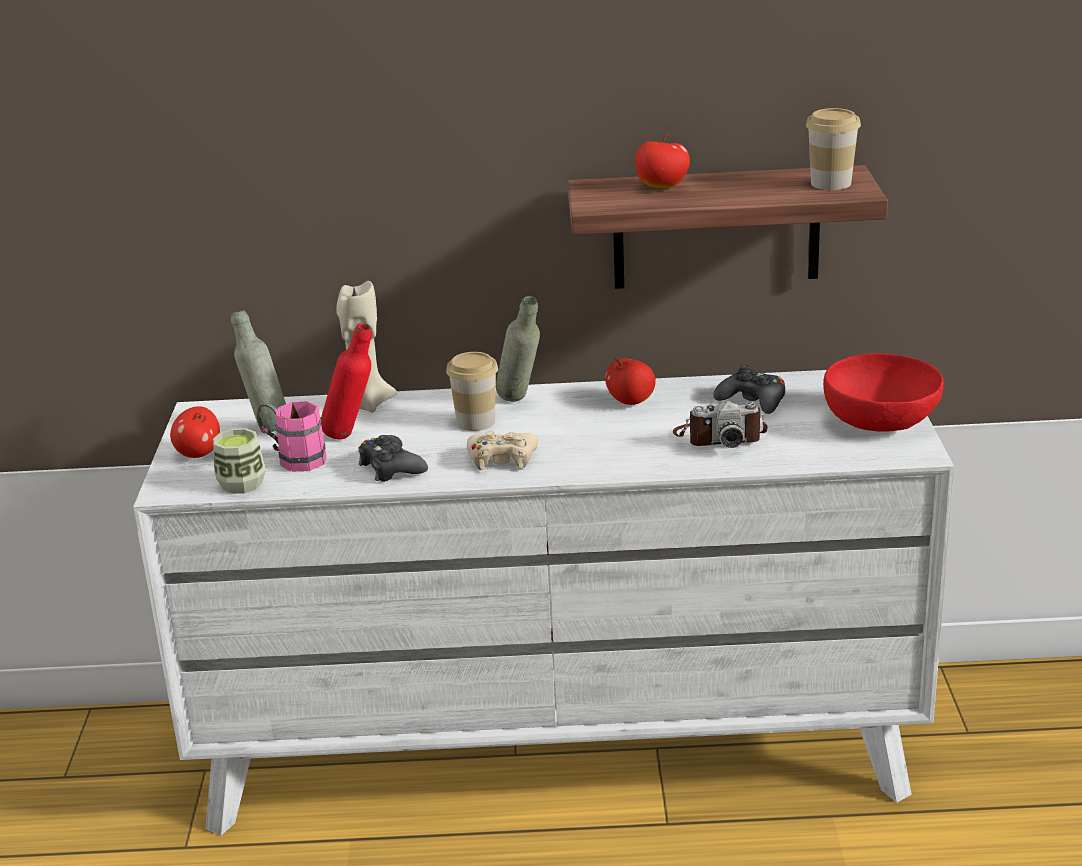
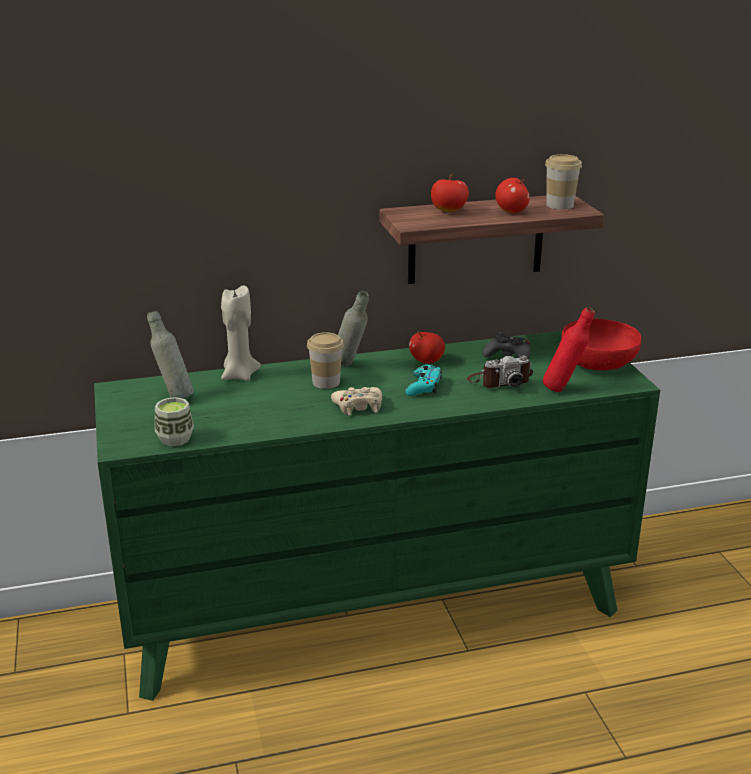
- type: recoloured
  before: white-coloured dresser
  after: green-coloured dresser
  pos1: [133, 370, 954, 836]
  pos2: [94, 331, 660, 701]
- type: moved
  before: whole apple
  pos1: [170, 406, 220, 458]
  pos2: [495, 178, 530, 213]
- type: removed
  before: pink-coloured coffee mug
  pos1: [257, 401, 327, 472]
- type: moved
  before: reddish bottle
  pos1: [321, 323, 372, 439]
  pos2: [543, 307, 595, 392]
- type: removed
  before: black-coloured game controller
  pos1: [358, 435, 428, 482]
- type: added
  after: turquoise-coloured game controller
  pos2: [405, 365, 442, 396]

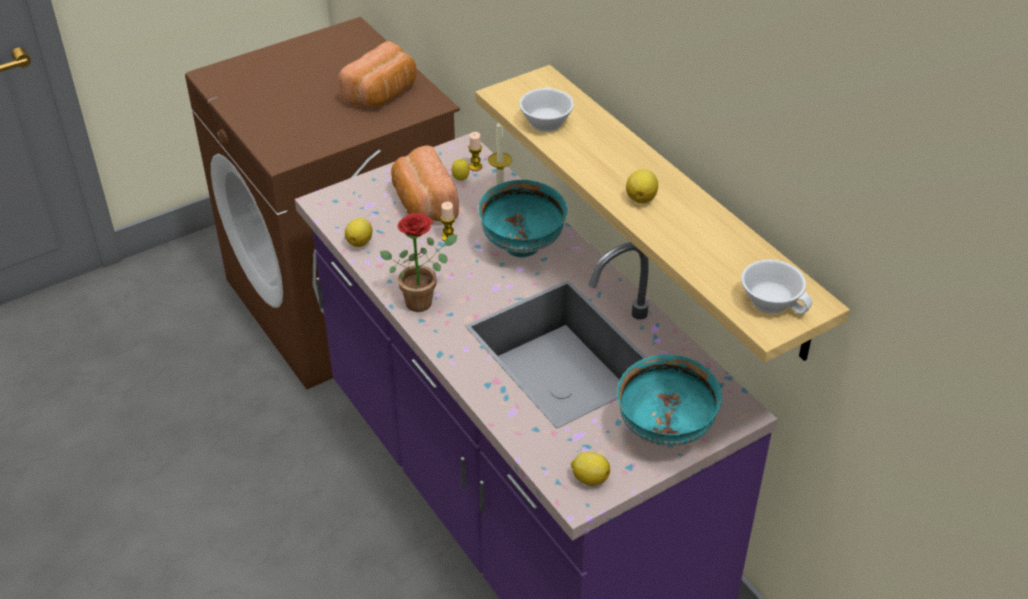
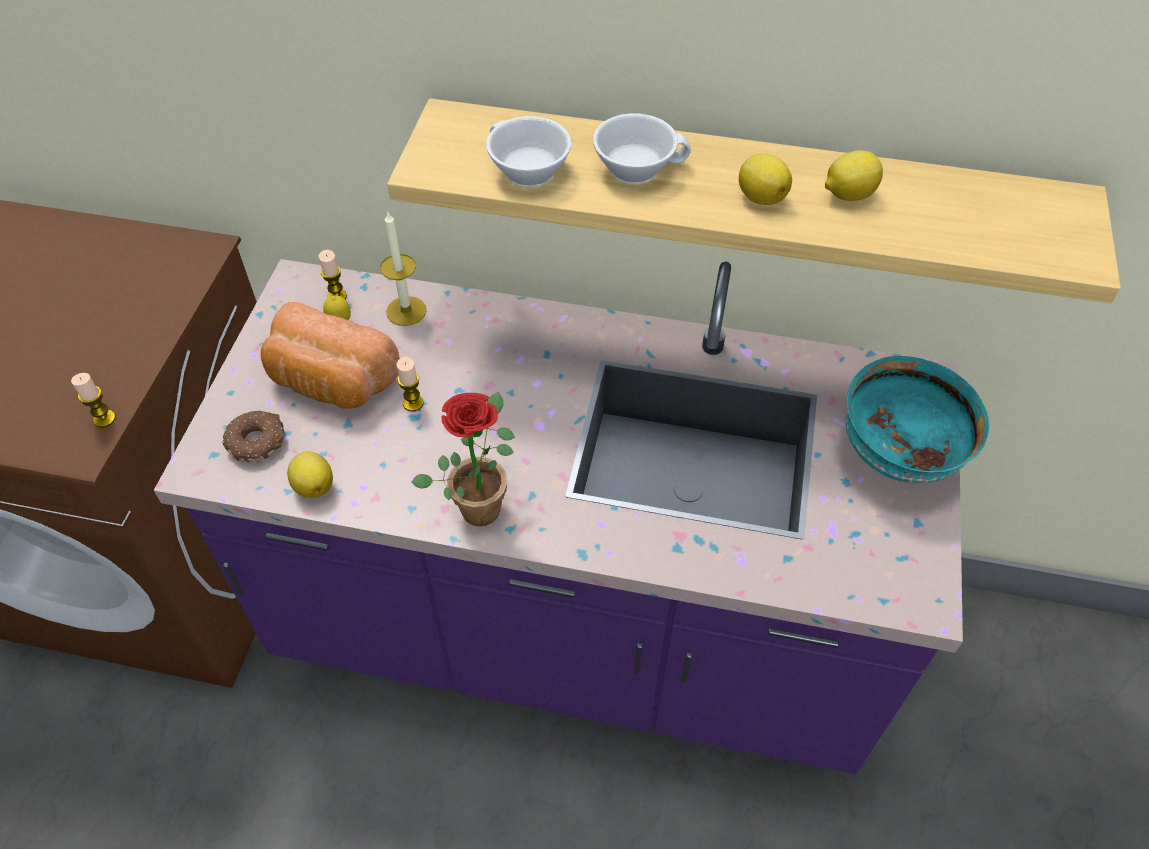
- type: removed
  before: baked bread
  pos1: [339, 41, 416, 107]
- type: removed
  before: turquoise-coloured serving bowl
  pos1: [478, 180, 567, 257]
- type: moved
  before: whole lemon
  pos1: [571, 452, 610, 486]
  pos2: [825, 150, 883, 201]
- type: moved
  before: white-coloured cup
  pos1: [741, 260, 812, 314]
  pos2: [593, 113, 691, 185]
- type: added
  after: wax light
  pos2: [71, 373, 116, 428]
- type: added
  after: ring doughnut
  pos2: [222, 410, 285, 462]

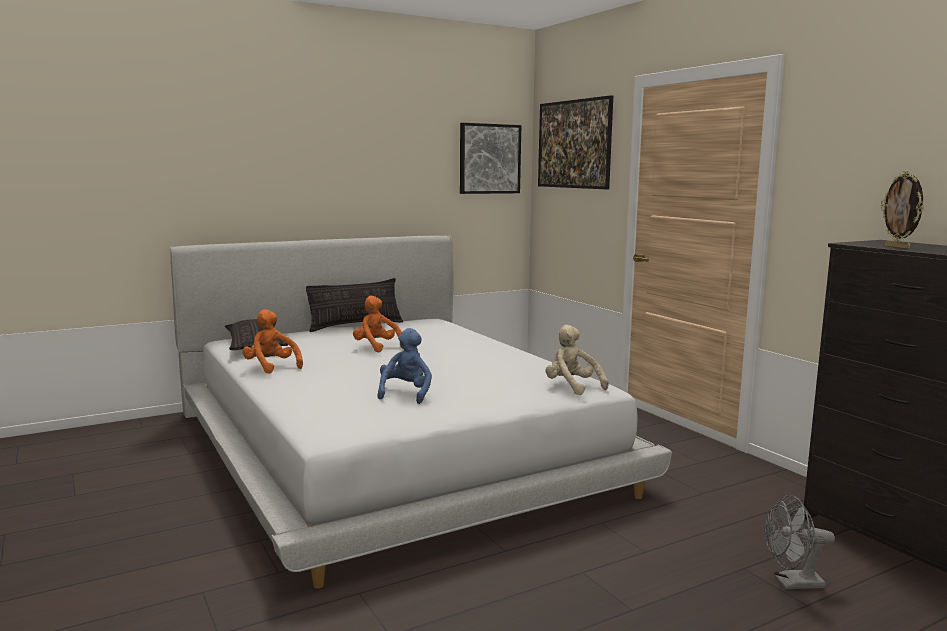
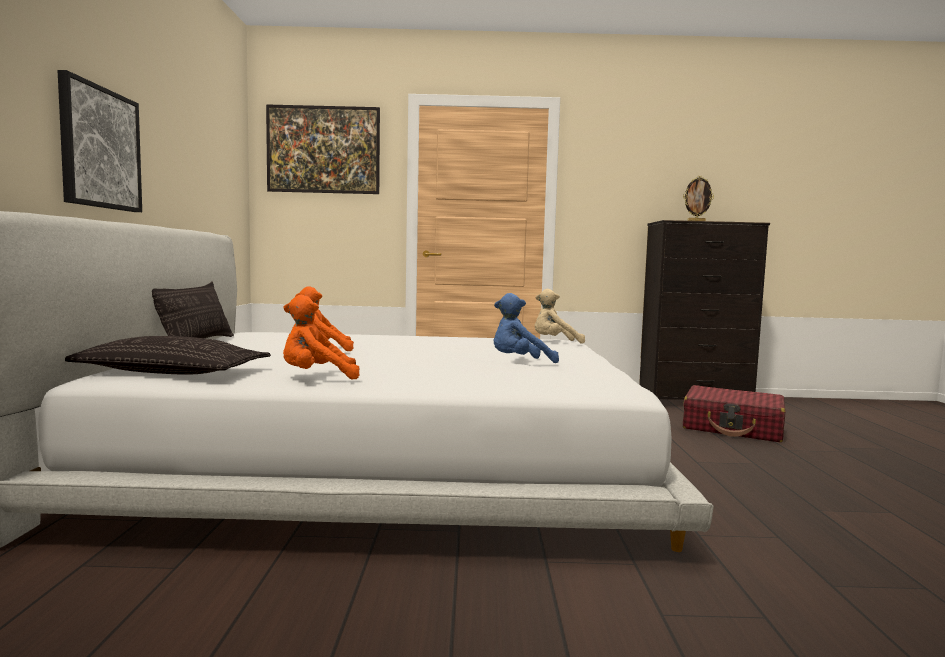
- type: turned
  before: bluish soft toy
  pos1: [377, 328, 432, 404]
  pos2: [493, 293, 559, 363]
  turn: -60
- type: moved
  before: wall picture
  pos1: [460, 123, 521, 194]
  pos2: [58, 70, 142, 212]
- type: replaced
  before: gray cooling fan
  after: reddish travel case
  pos1: [765, 495, 835, 589]
  pos2: [683, 385, 785, 442]

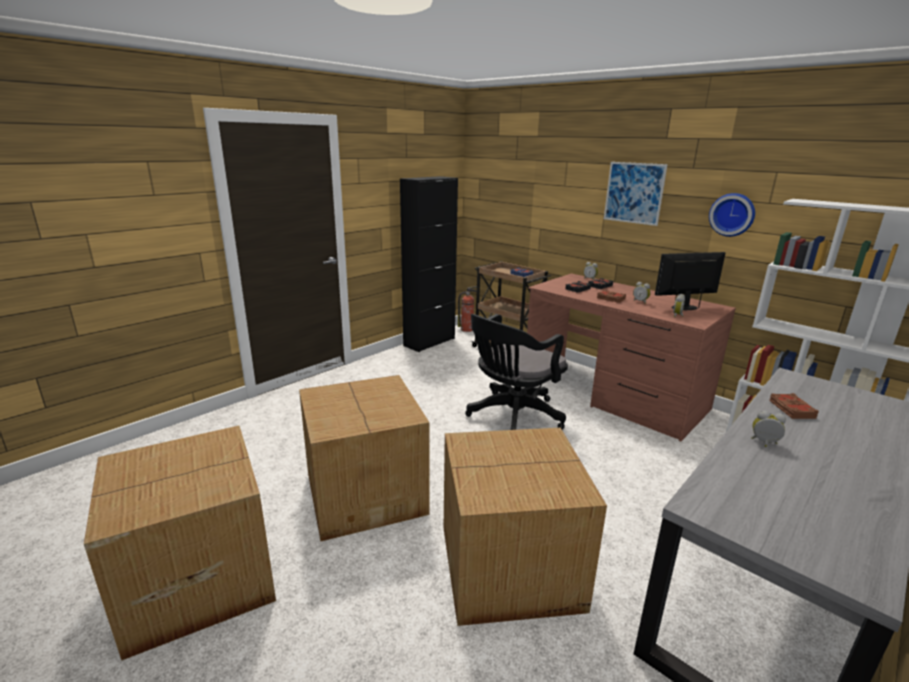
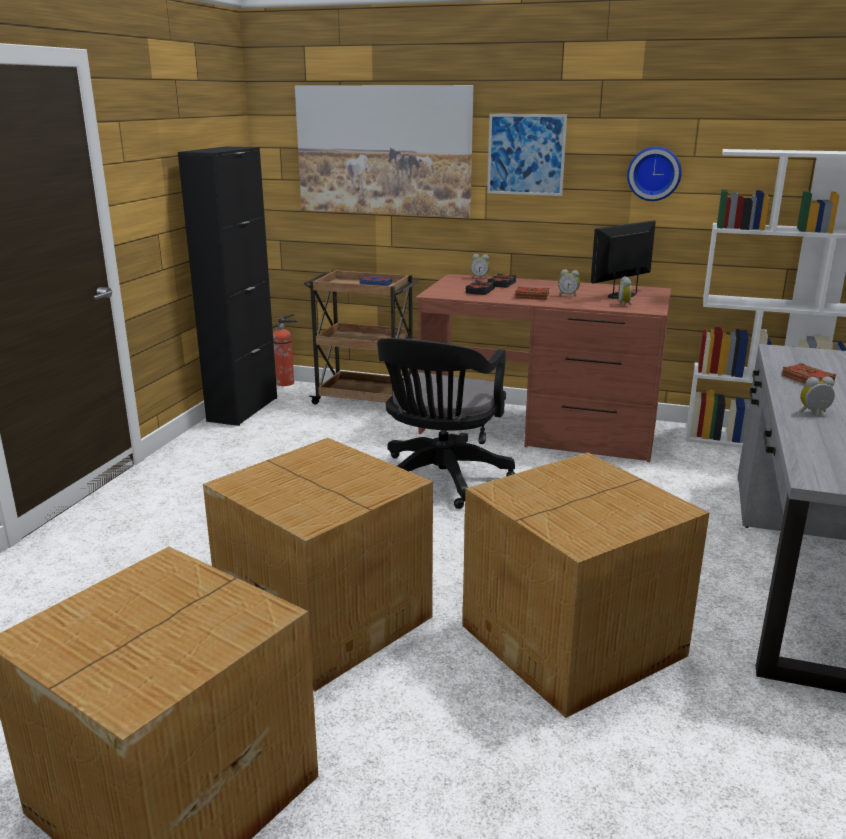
- type: added
  after: wall picture
  pos2: [295, 85, 473, 218]

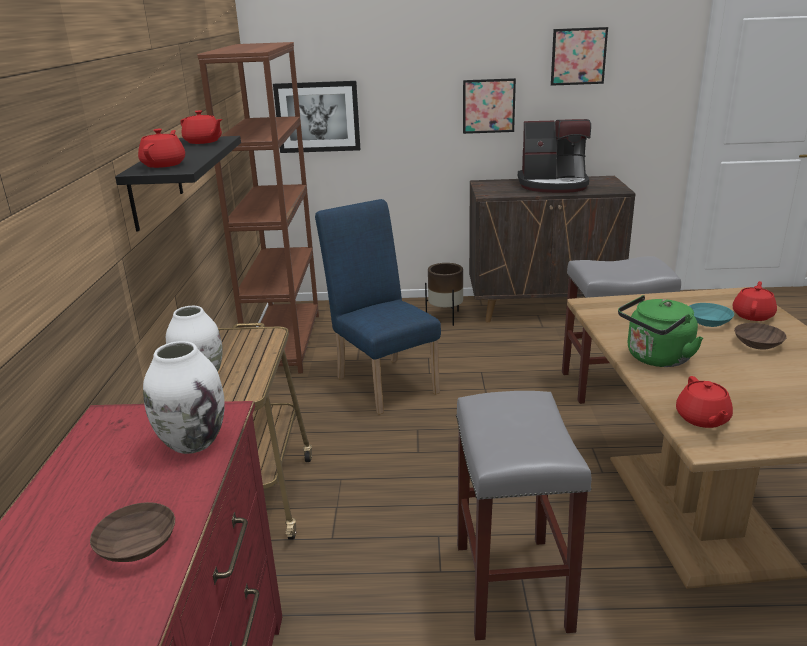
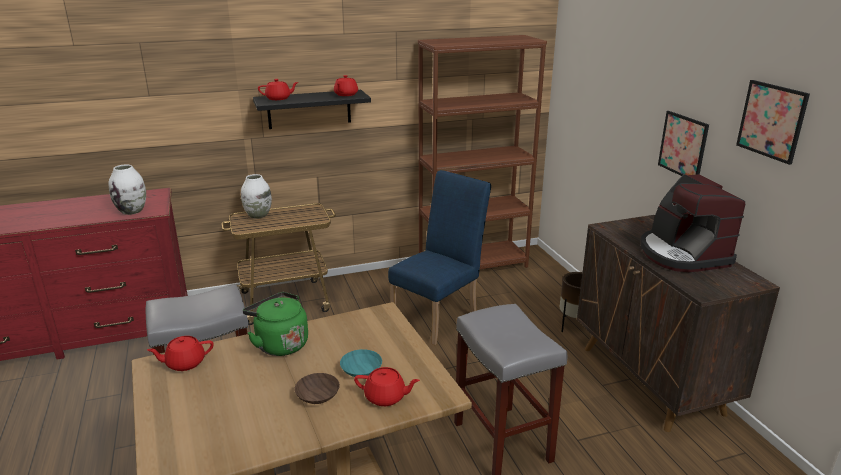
- type: removed
  before: brown serving bowl
  pos1: [90, 502, 175, 562]
- type: removed
  before: wall picture
  pos1: [273, 81, 360, 153]

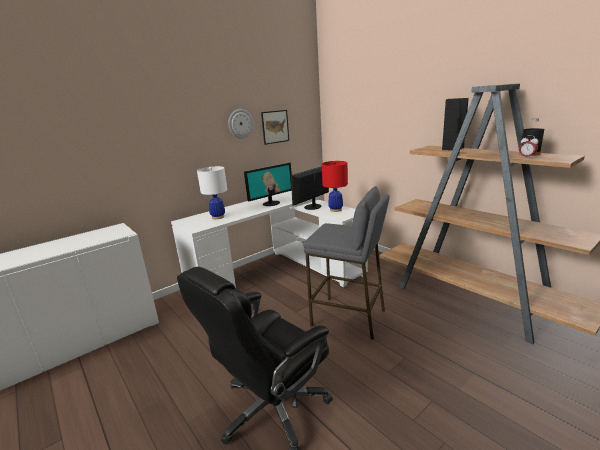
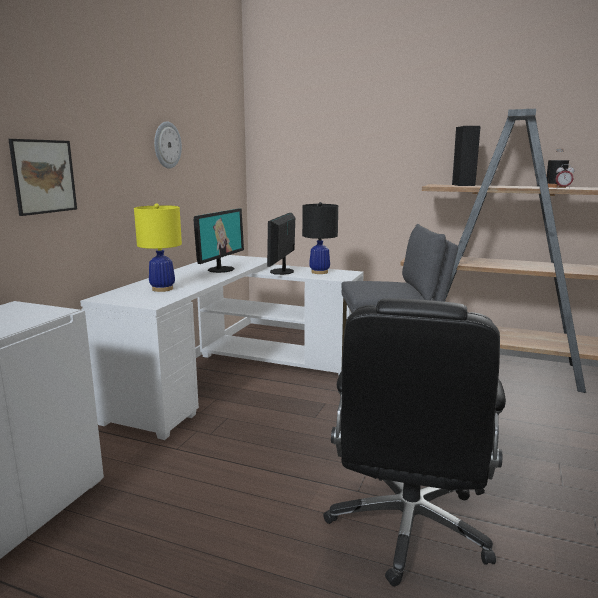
- type: recoloured
  before: white-coloured table lamp
  after: yellow table lamp
  pos1: [197, 166, 227, 219]
  pos2: [134, 204, 182, 292]
- type: moved
  before: wall picture
  pos1: [261, 110, 289, 145]
  pos2: [8, 139, 77, 216]
- type: recoloured
  before: reddish table lamp
  after: black-coloured table lamp
  pos1: [322, 161, 348, 212]
  pos2: [302, 202, 338, 274]

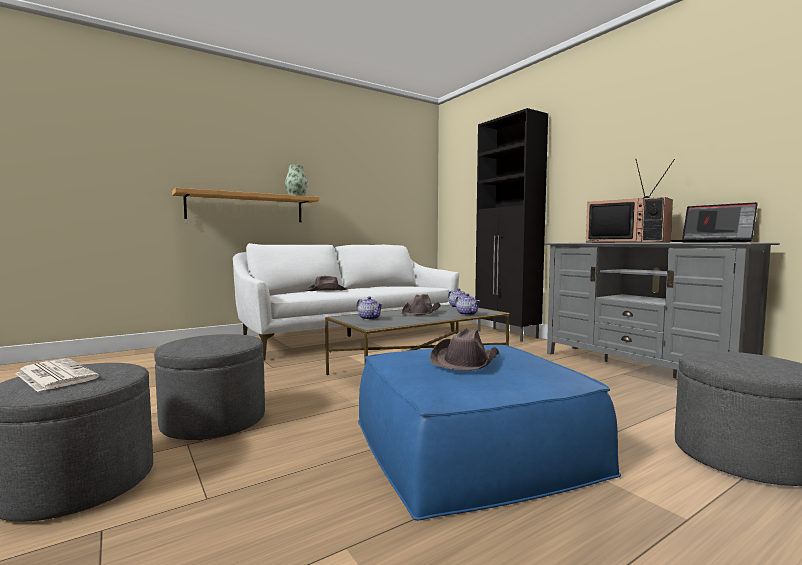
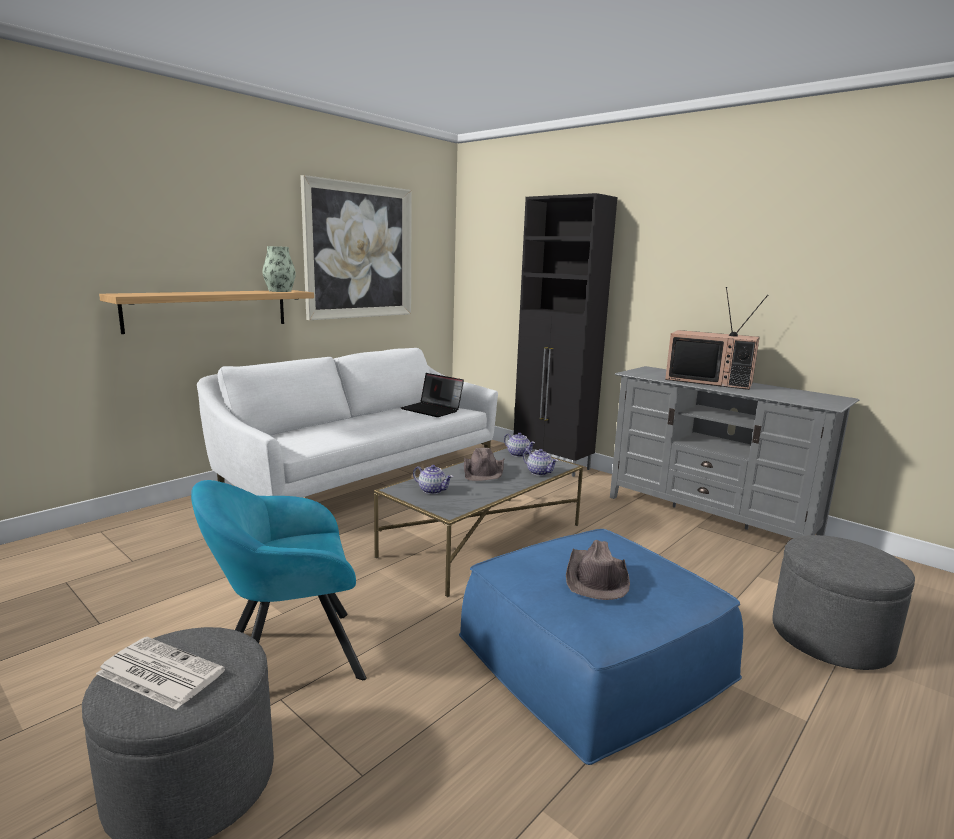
- type: replaced
  before: gray ottoman
  after: turquoise-coloured lounge chair
  pos1: [154, 334, 265, 440]
  pos2: [191, 480, 367, 680]
- type: removed
  before: brown hat
  pos1: [306, 276, 347, 291]
- type: moved
  before: portable computer
  pos1: [670, 202, 758, 242]
  pos2: [401, 373, 464, 417]
- type: added
  after: wall picture
  pos2: [300, 175, 412, 320]

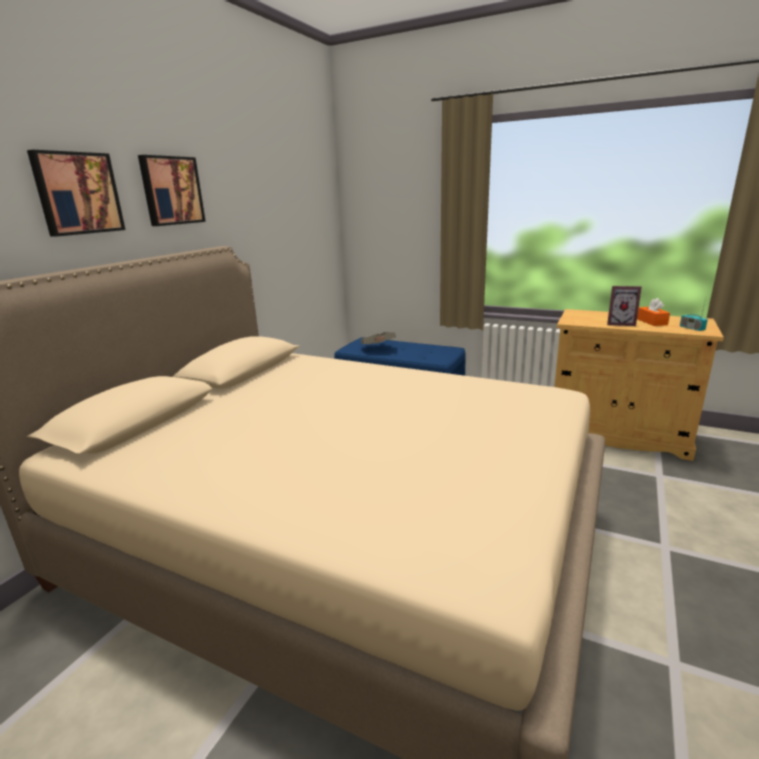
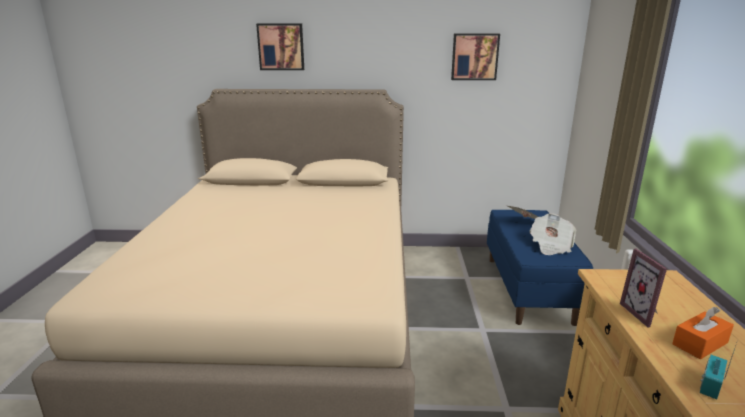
- type: moved
  before: wall picture
  pos1: [138, 155, 206, 226]
  pos2: [451, 34, 500, 80]
- type: added
  after: newspaper
  pos2: [530, 213, 576, 255]

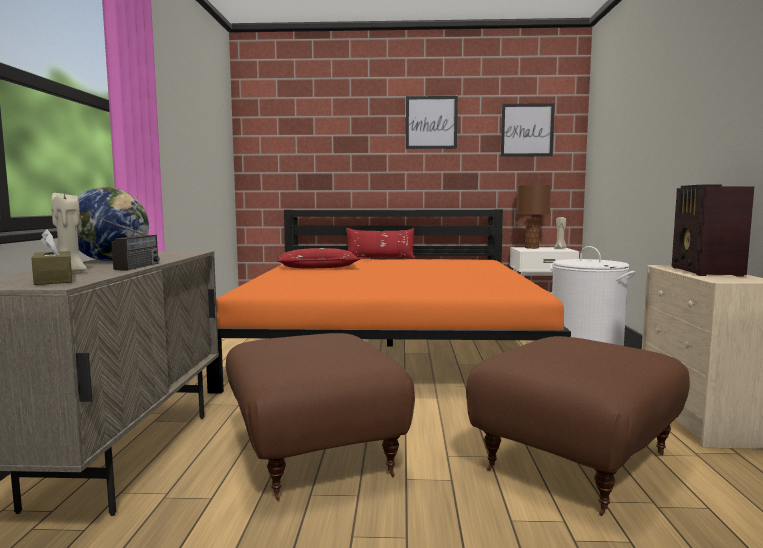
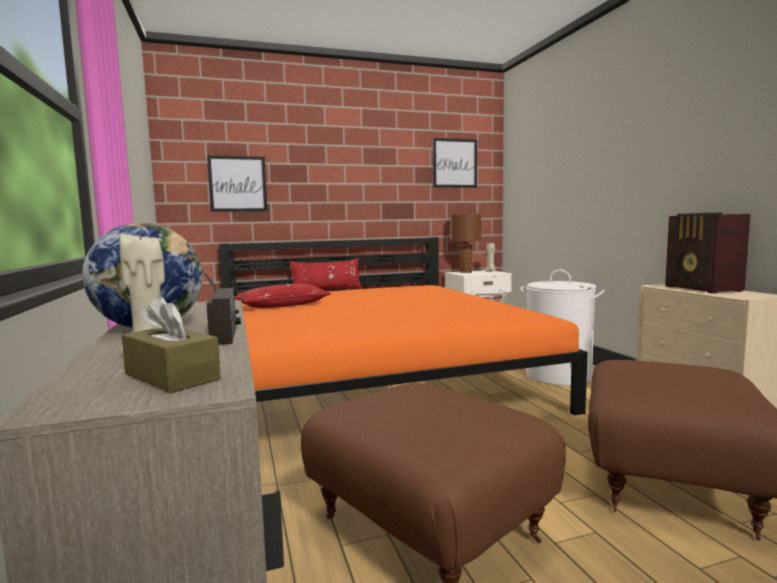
- type: moved
  before: wall picture
  pos1: [406, 96, 458, 149]
  pos2: [207, 155, 267, 212]

